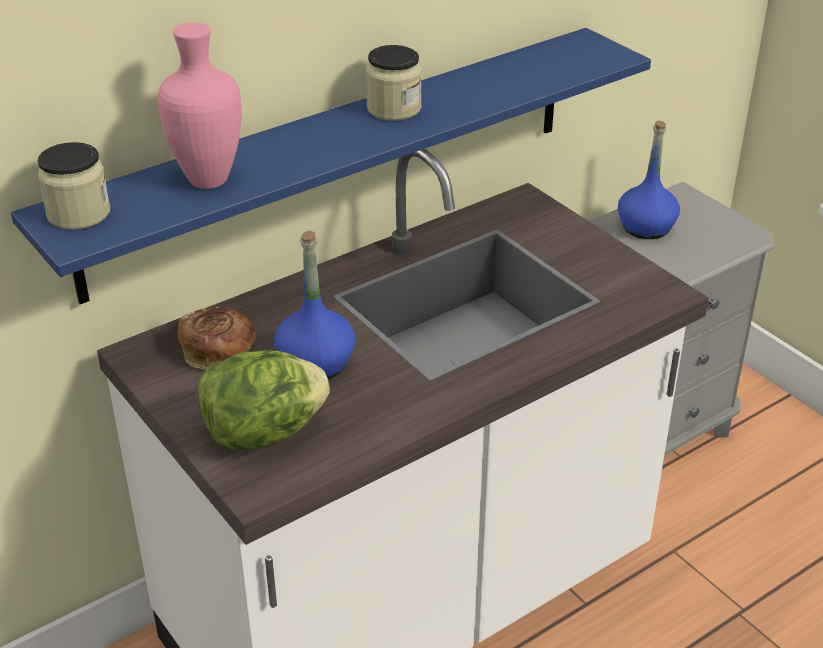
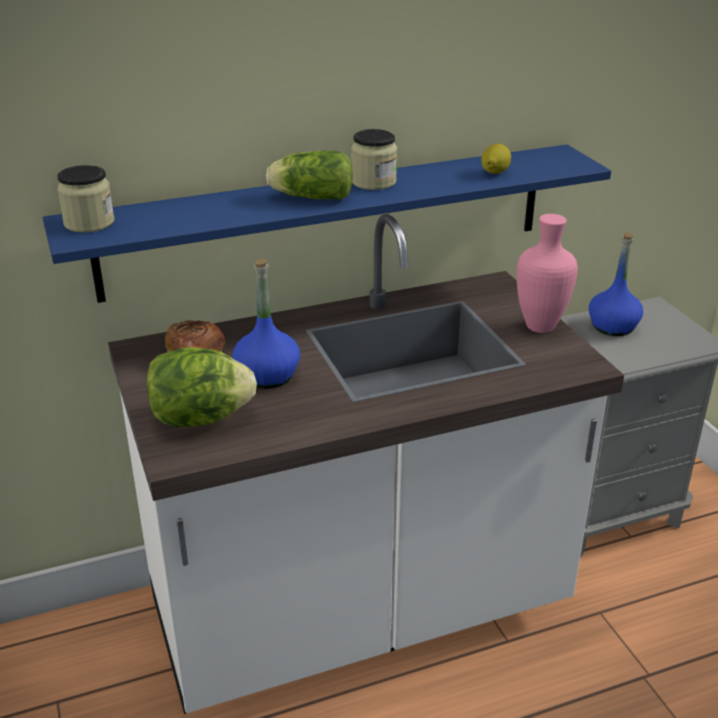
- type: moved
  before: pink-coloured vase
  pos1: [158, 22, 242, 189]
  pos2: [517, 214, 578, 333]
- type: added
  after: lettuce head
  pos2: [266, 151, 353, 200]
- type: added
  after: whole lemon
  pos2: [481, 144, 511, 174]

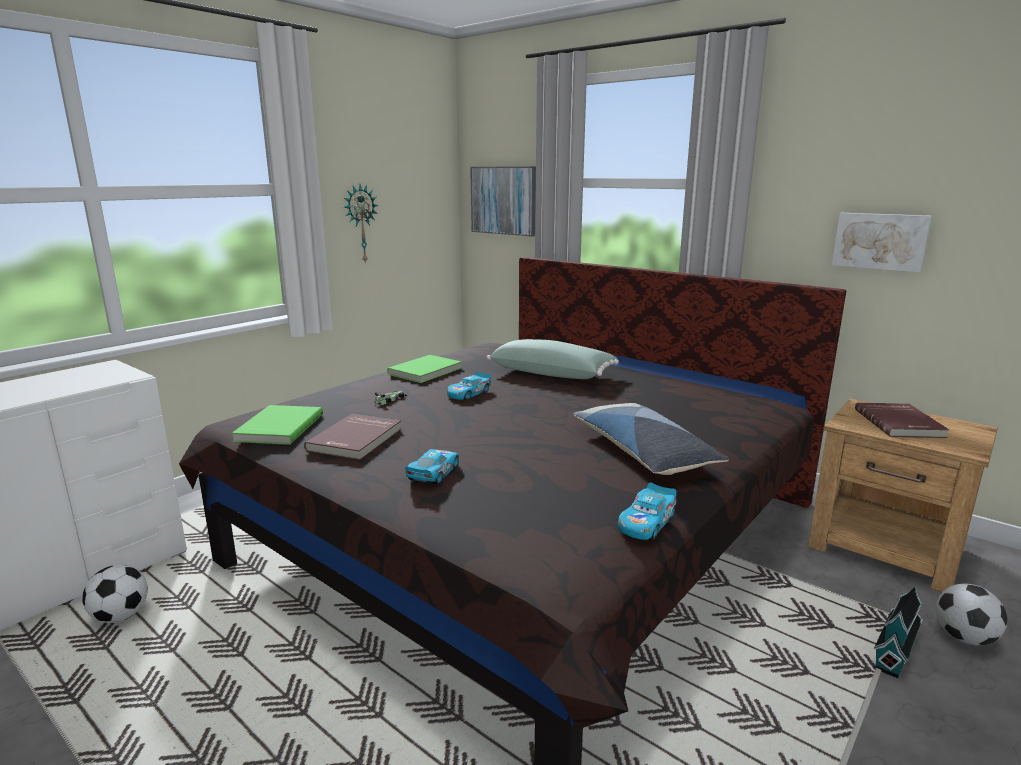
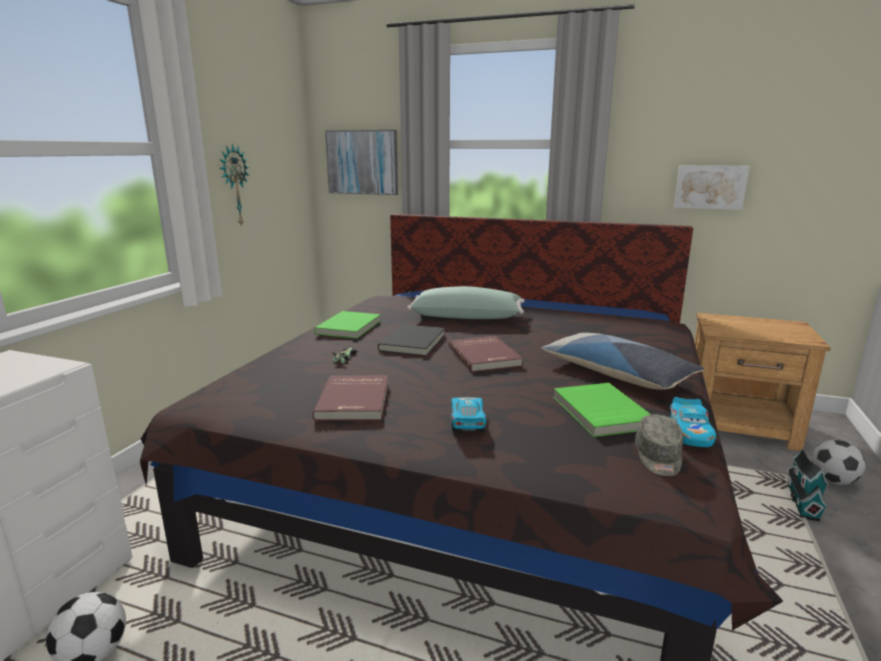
- type: moved
  before: green-coloured book
  pos1: [232, 405, 323, 445]
  pos2: [553, 383, 651, 437]
- type: replaced
  before: model car
  after: black-coloured book
  pos1: [447, 372, 491, 400]
  pos2: [378, 324, 445, 356]
- type: moved
  before: reddish book
  pos1: [855, 403, 949, 438]
  pos2: [449, 336, 523, 372]
- type: added
  after: gray baseball cap
  pos2: [635, 414, 683, 476]

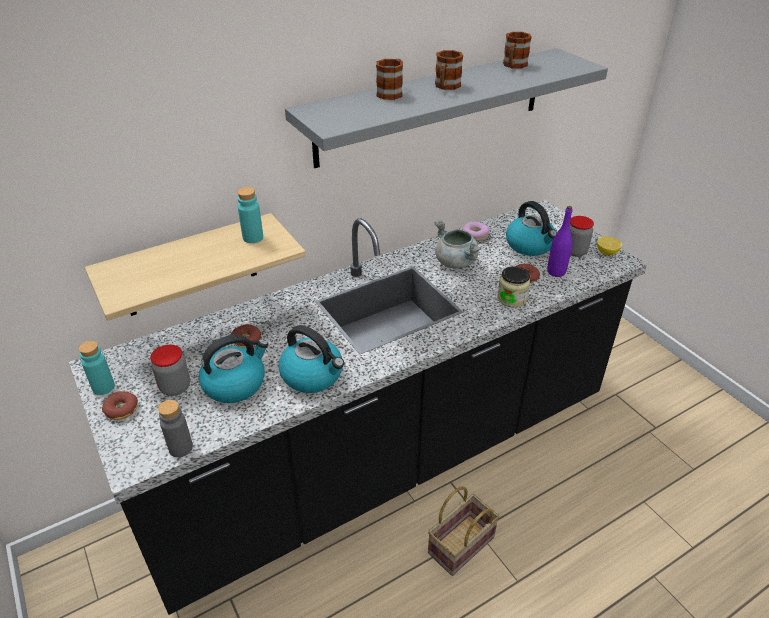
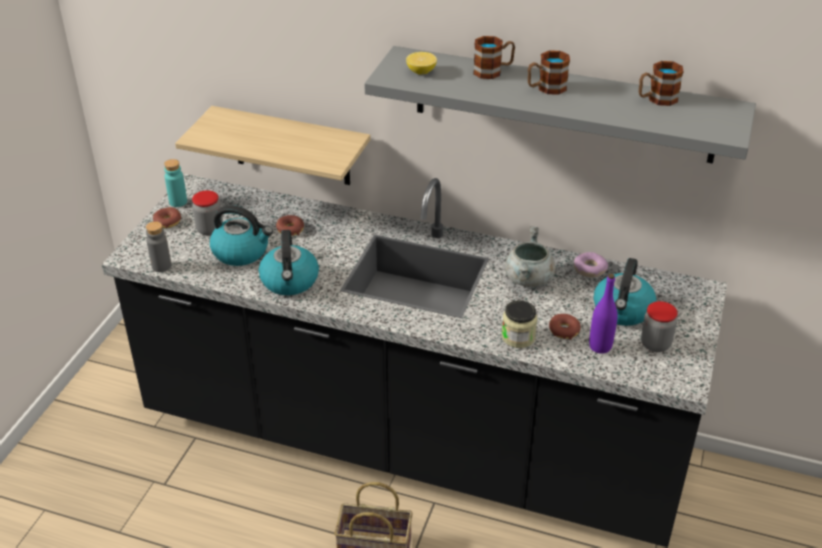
- type: removed
  before: turquoise-coloured bottle
  pos1: [237, 187, 263, 243]
- type: moved
  before: whole lemon
  pos1: [597, 236, 622, 255]
  pos2: [406, 52, 437, 75]

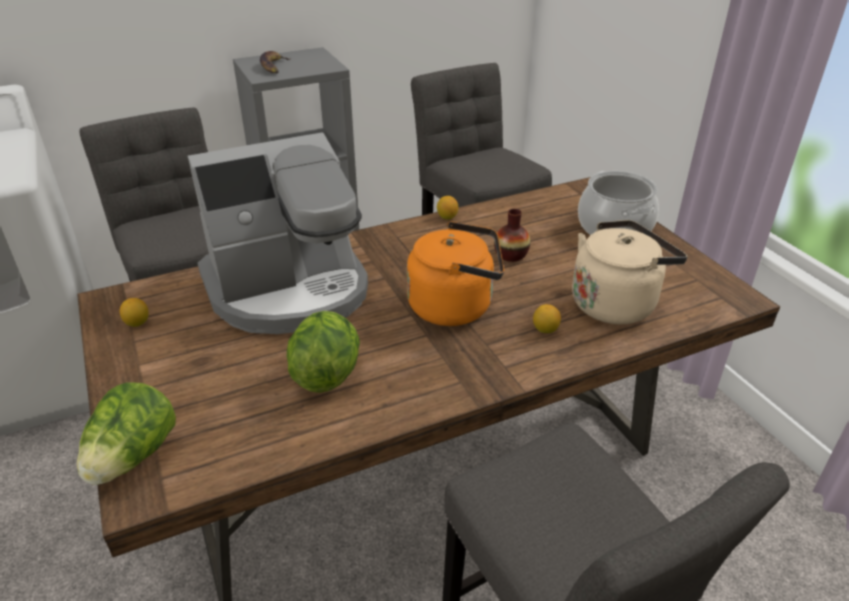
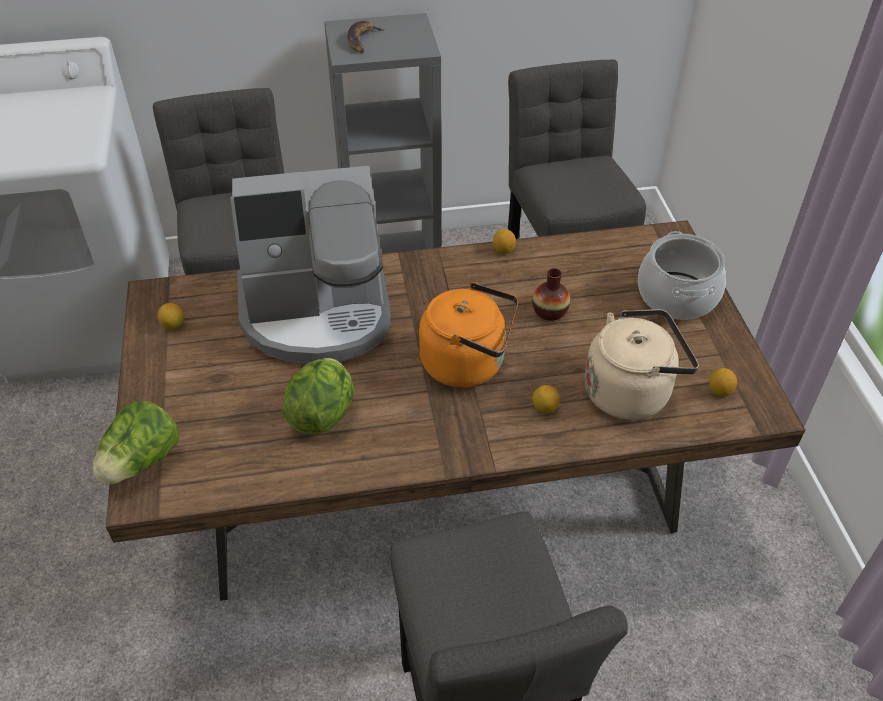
- type: added
  after: whole lemon
  pos2: [709, 368, 737, 397]

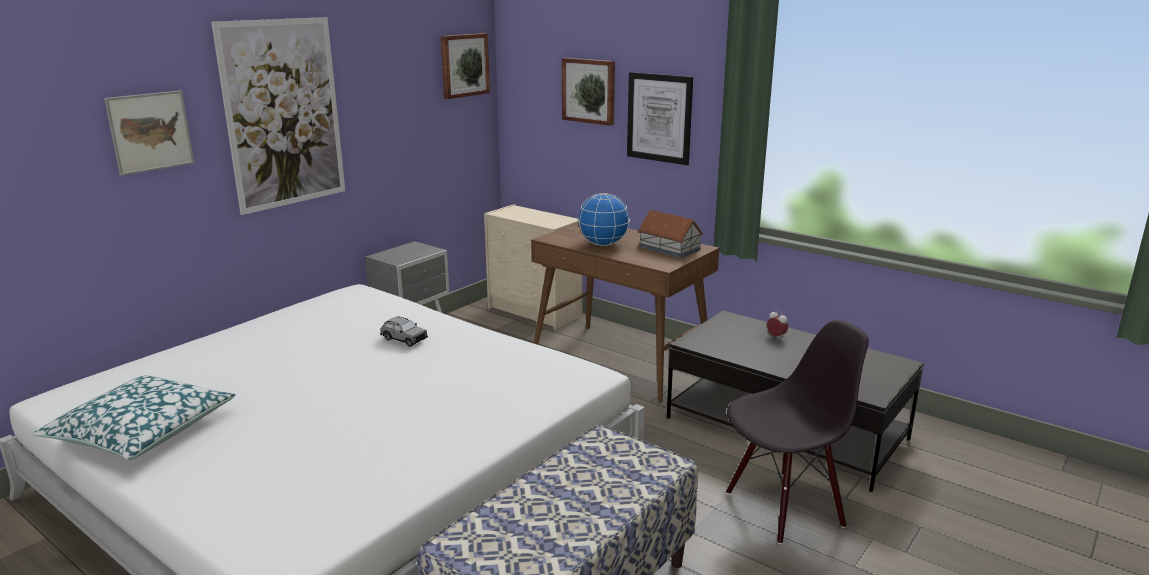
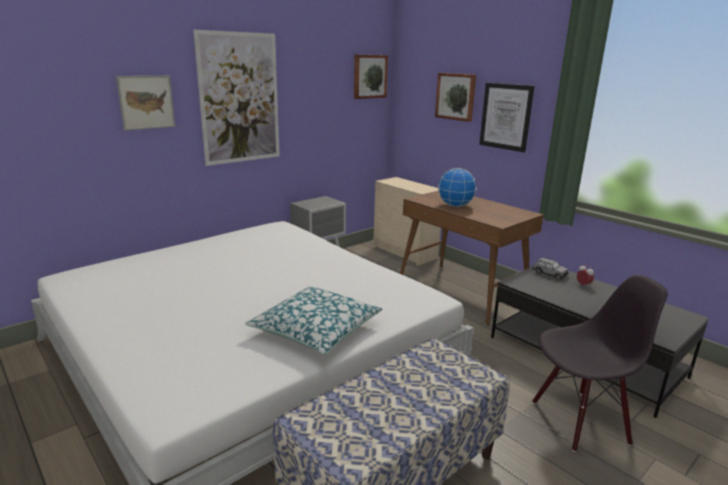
- type: moved
  before: cushion
  pos1: [32, 375, 236, 460]
  pos2: [245, 286, 382, 355]
- type: moved
  before: gray model car
  pos1: [380, 316, 428, 347]
  pos2: [532, 258, 568, 280]
- type: removed
  before: miniature house
  pos1: [637, 210, 703, 258]

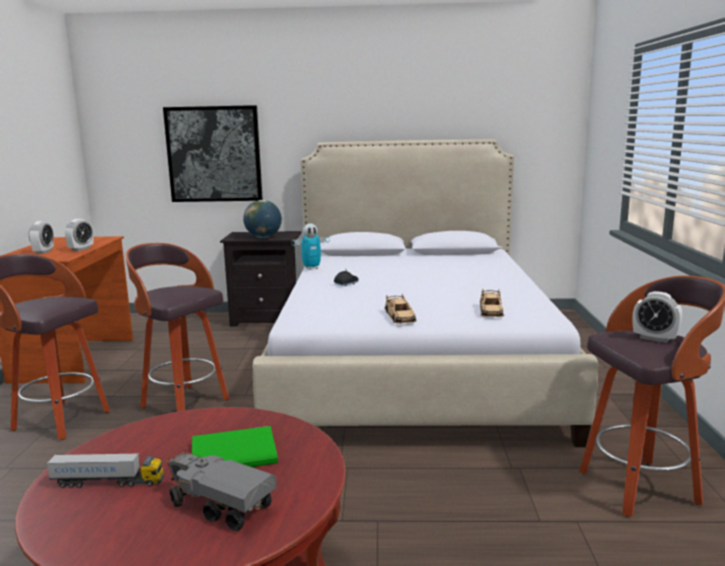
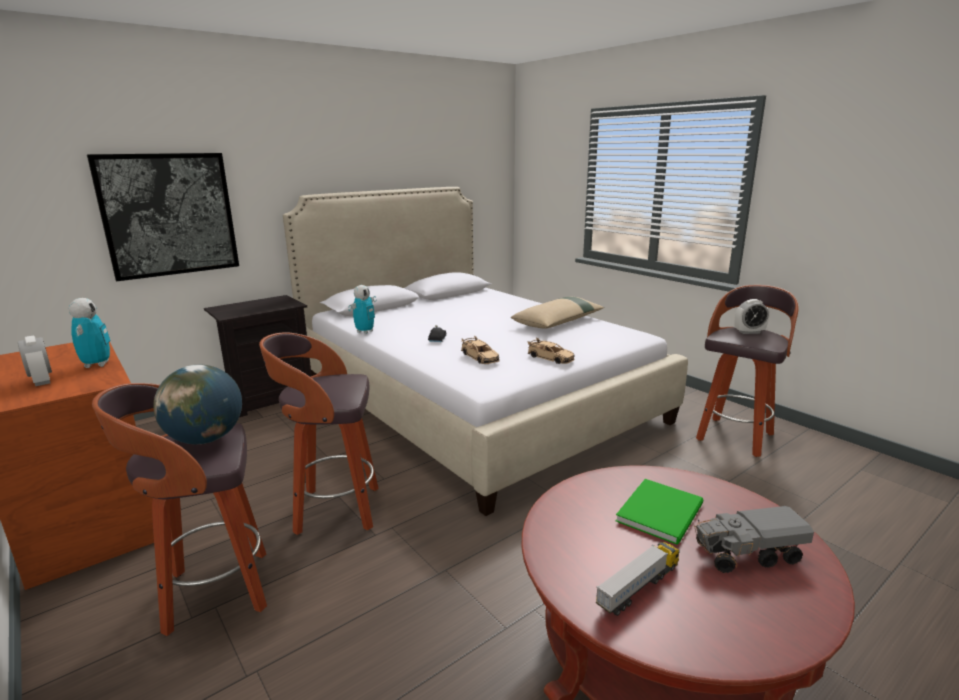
- type: replaced
  before: bedside clock
  after: robot figure
  pos1: [65, 219, 94, 251]
  pos2: [69, 298, 110, 368]
- type: moved
  before: globe
  pos1: [243, 200, 282, 238]
  pos2: [153, 365, 242, 444]
- type: moved
  before: beige-coloured model car
  pos1: [480, 289, 504, 317]
  pos2: [461, 336, 500, 364]
- type: added
  after: beige-coloured cushion
  pos2: [511, 296, 604, 329]

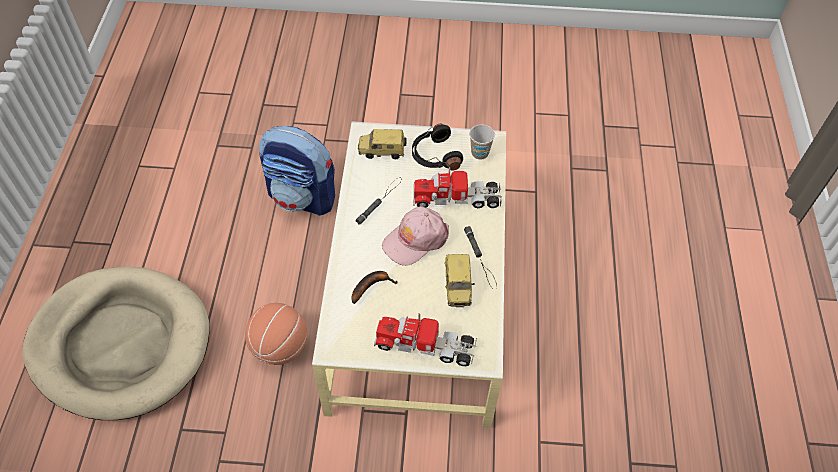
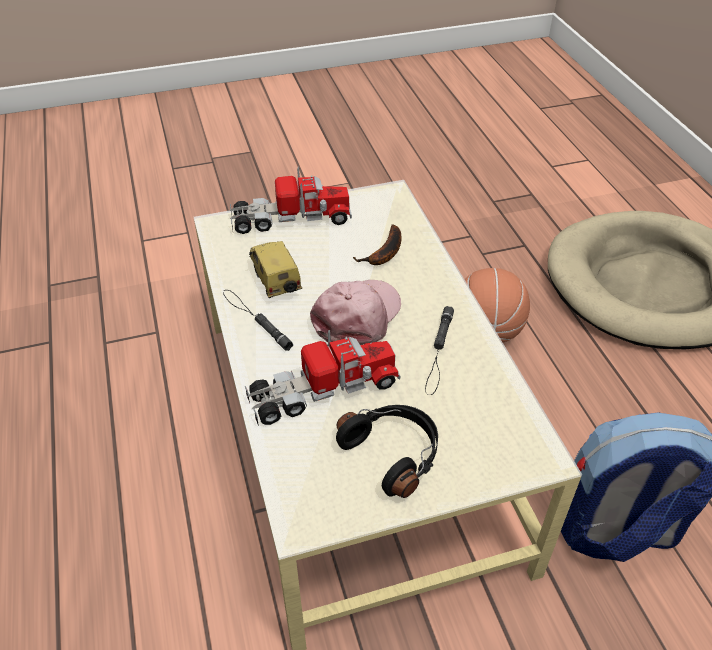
- type: removed
  before: model car
  pos1: [358, 129, 406, 159]
- type: removed
  before: cup
  pos1: [469, 124, 495, 160]

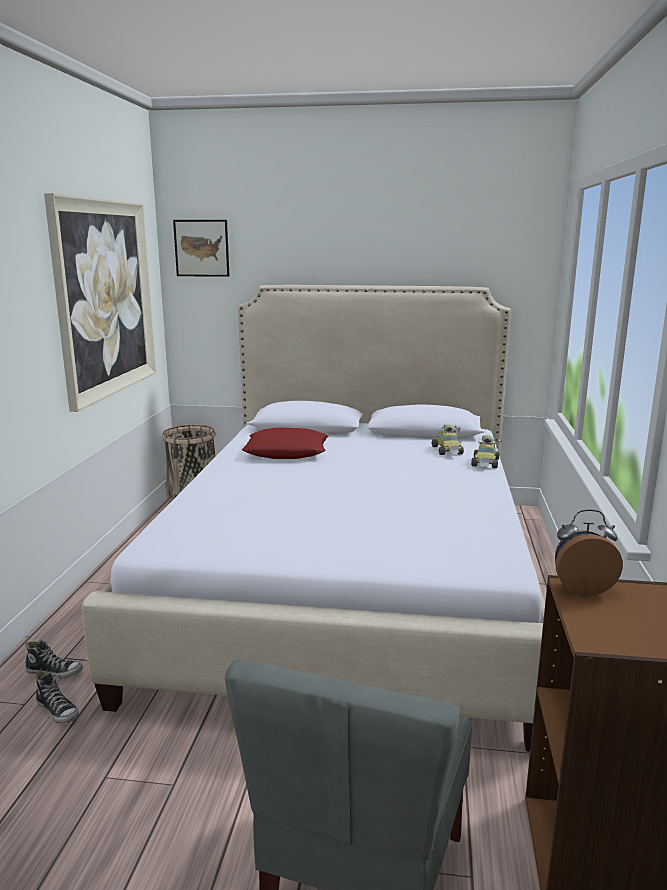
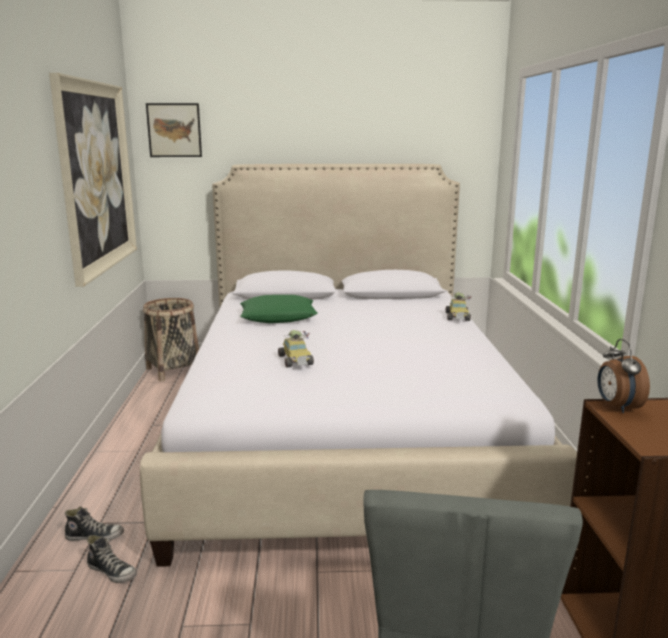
- type: recoloured
  before: reddish cushion
  after: green-coloured cushion
  pos1: [242, 428, 328, 459]
  pos2: [240, 295, 317, 323]
- type: moved
  before: model car
  pos1: [432, 424, 464, 455]
  pos2: [278, 330, 314, 367]
- type: turned
  before: bedside clock
  pos1: [555, 509, 623, 596]
  pos2: [597, 339, 650, 413]
  turn: -90

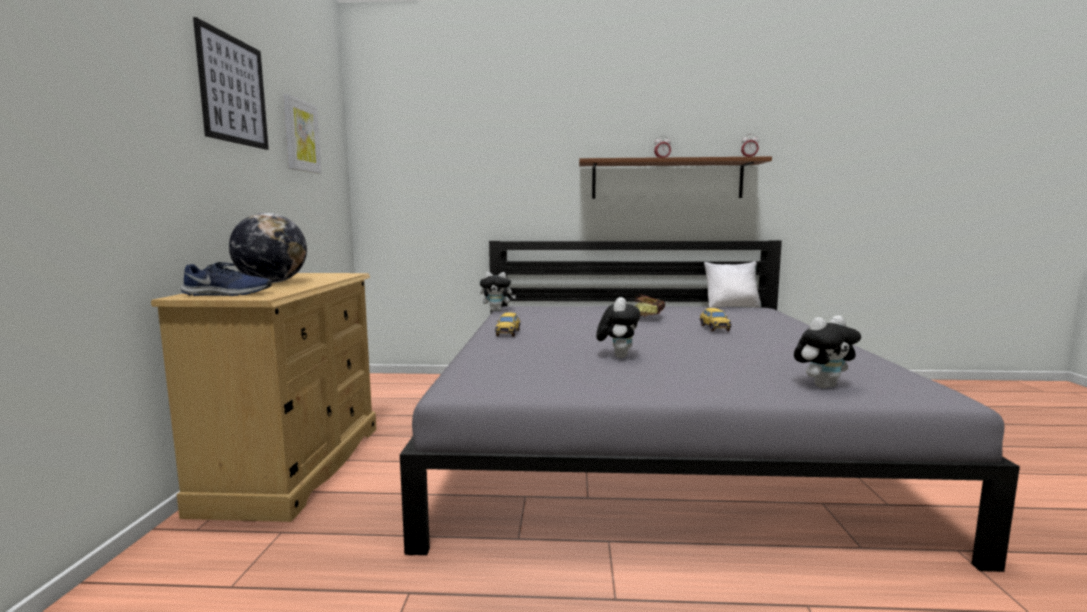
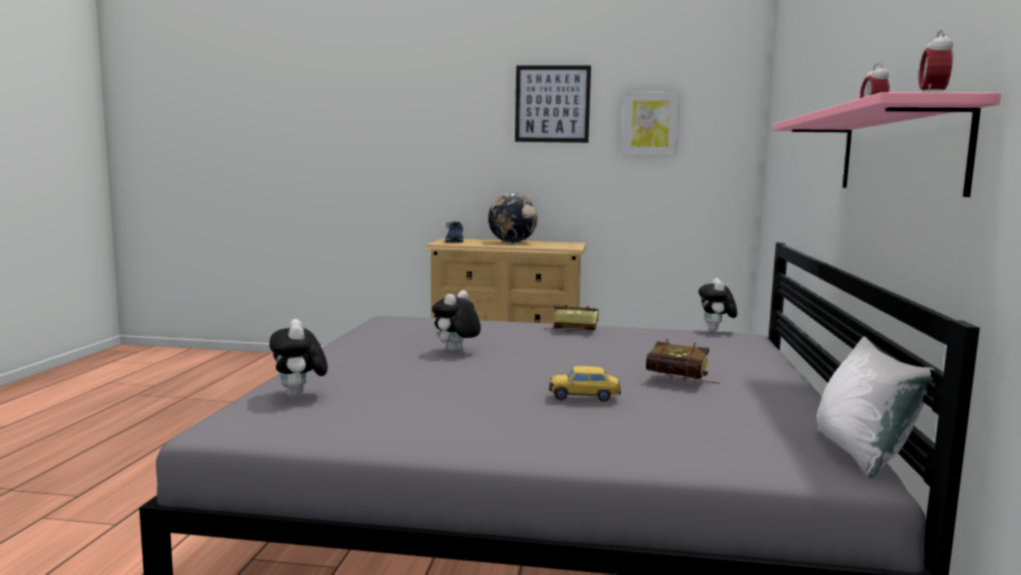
- type: replaced
  before: model car
  after: book
  pos1: [495, 313, 520, 337]
  pos2: [543, 305, 598, 331]
- type: recoloured
  before: brown bracket shelf
  after: pink-coloured bracket shelf
  pos1: [579, 156, 772, 199]
  pos2: [773, 92, 1001, 197]
- type: turned
  before: soft toy
  pos1: [596, 297, 640, 358]
  pos2: [432, 290, 481, 352]
  turn: 105

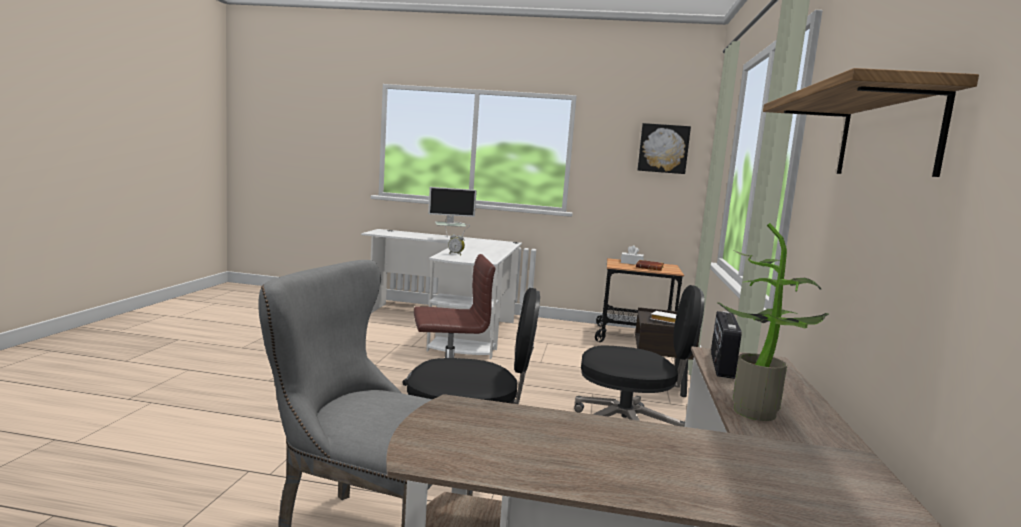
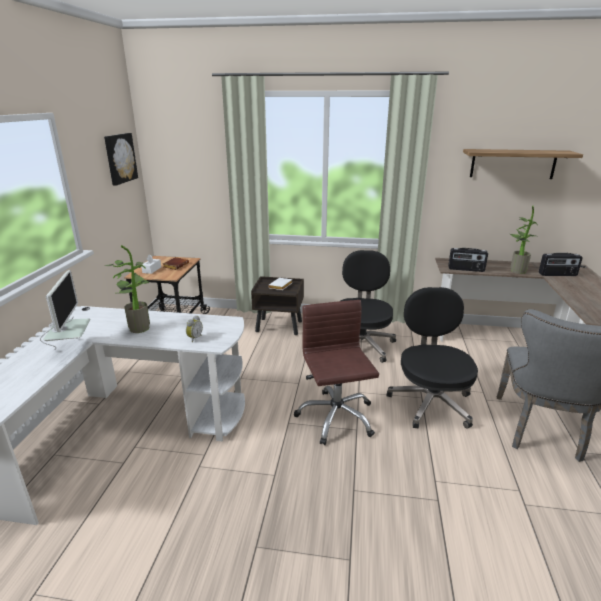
- type: added
  after: potted plant
  pos2: [105, 245, 150, 333]
- type: added
  after: radio set
  pos2: [539, 253, 583, 276]

